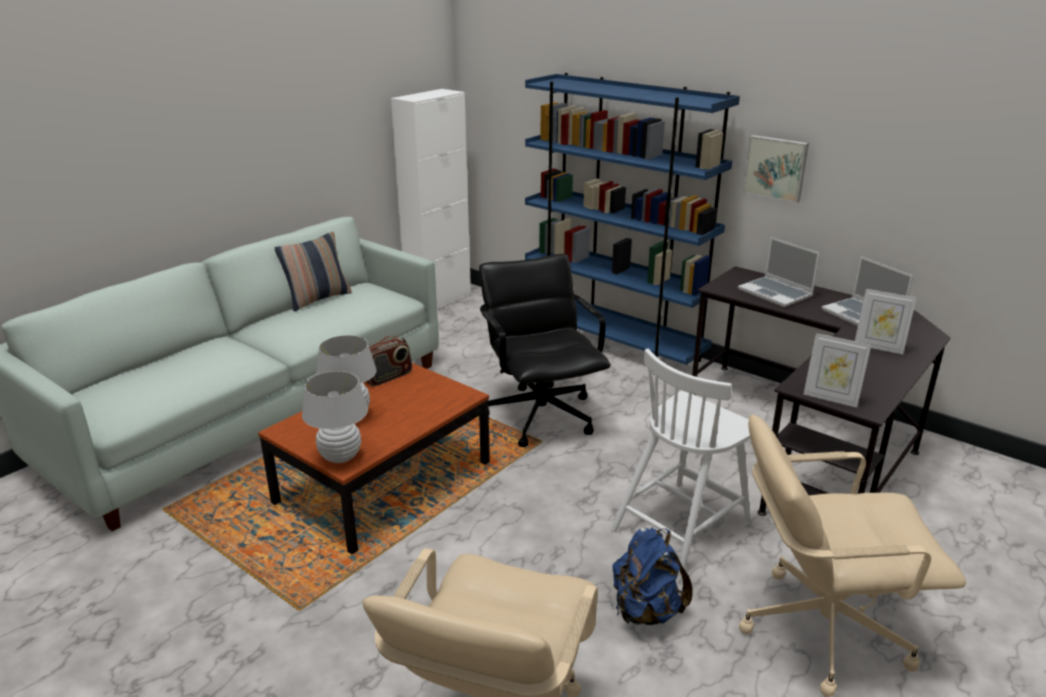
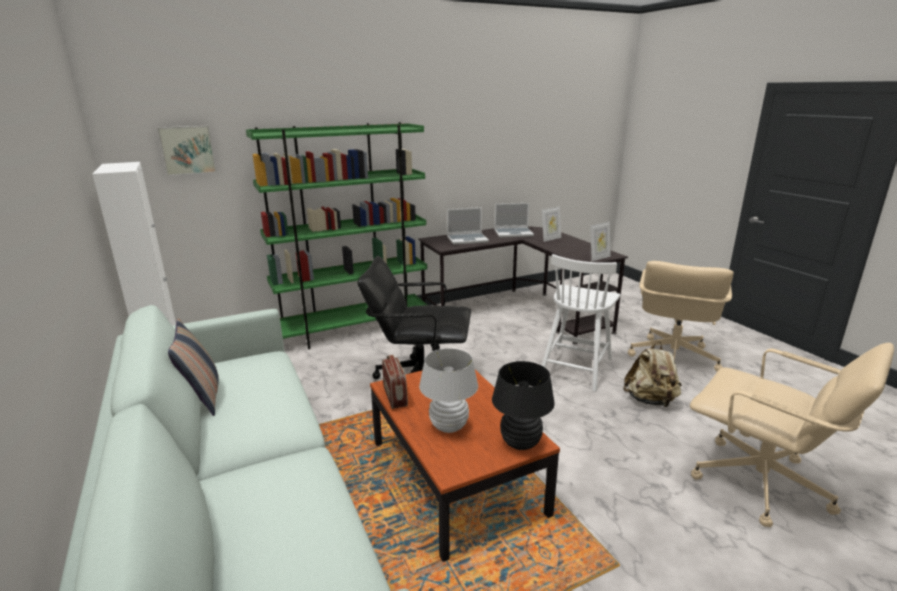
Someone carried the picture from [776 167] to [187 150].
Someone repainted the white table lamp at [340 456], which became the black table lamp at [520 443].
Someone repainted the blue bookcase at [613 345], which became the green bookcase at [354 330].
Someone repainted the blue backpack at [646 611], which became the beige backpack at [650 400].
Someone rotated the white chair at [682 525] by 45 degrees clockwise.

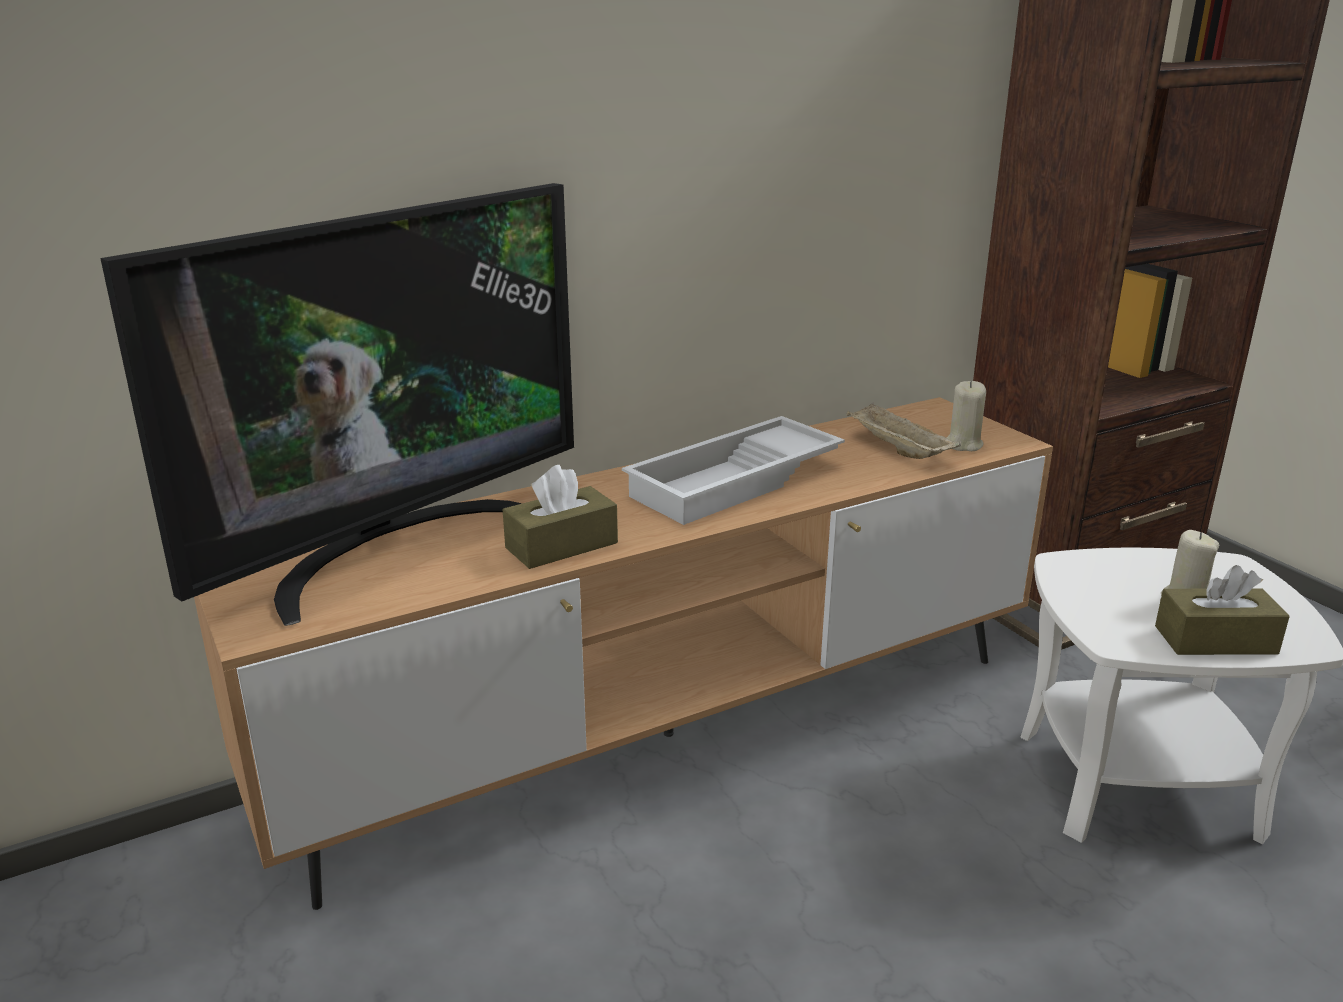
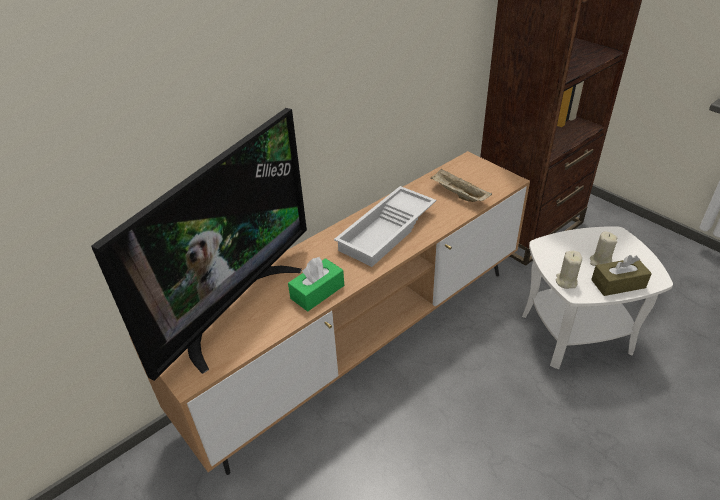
Someone carried the beige candle from [963 444] to [566 281].
Someone repainted the brown tissue box at [561 545], which became the green tissue box at [317 292].

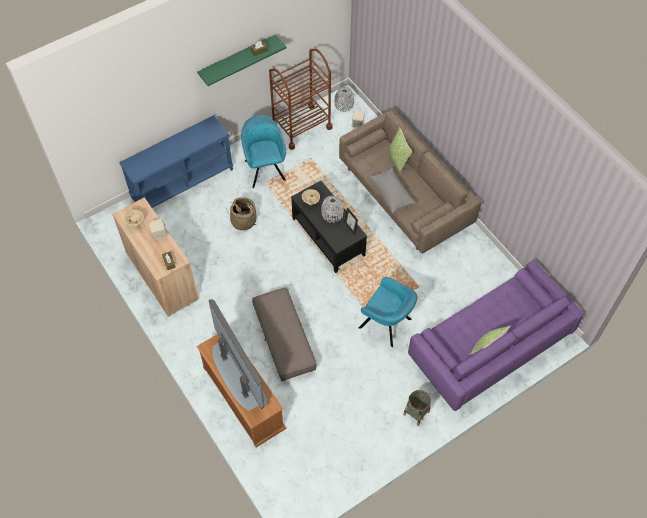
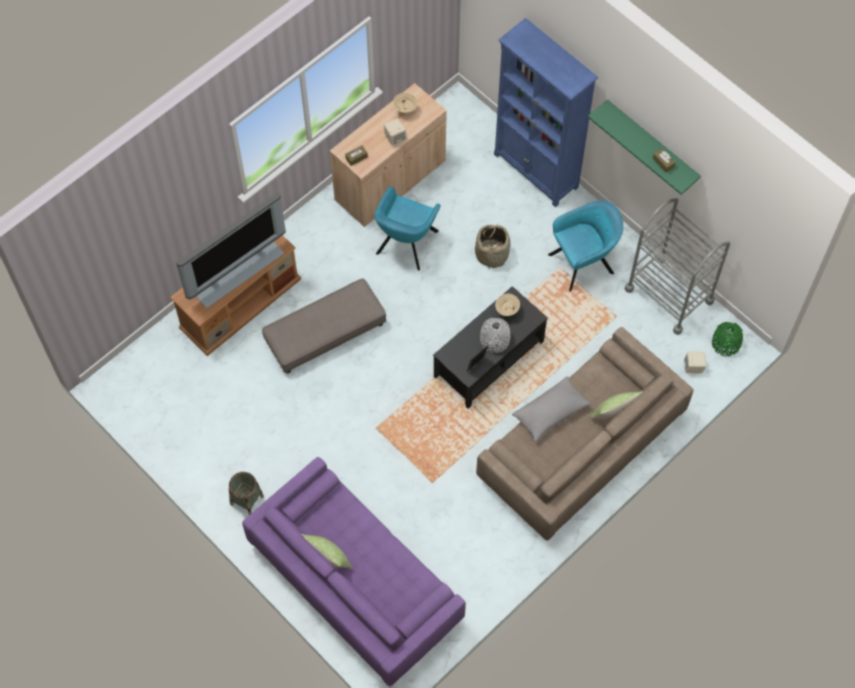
Someone carried the turquoise armchair from [387 324] to [406 244].
Someone swapped the blue console table at [182 183] for the blue bookcase at [536 171].
Someone repainted the brown cart at [301 126], which became the grey cart at [669 295].
Someone repainted the grey vase at [344 104], which became the green vase at [725 343].

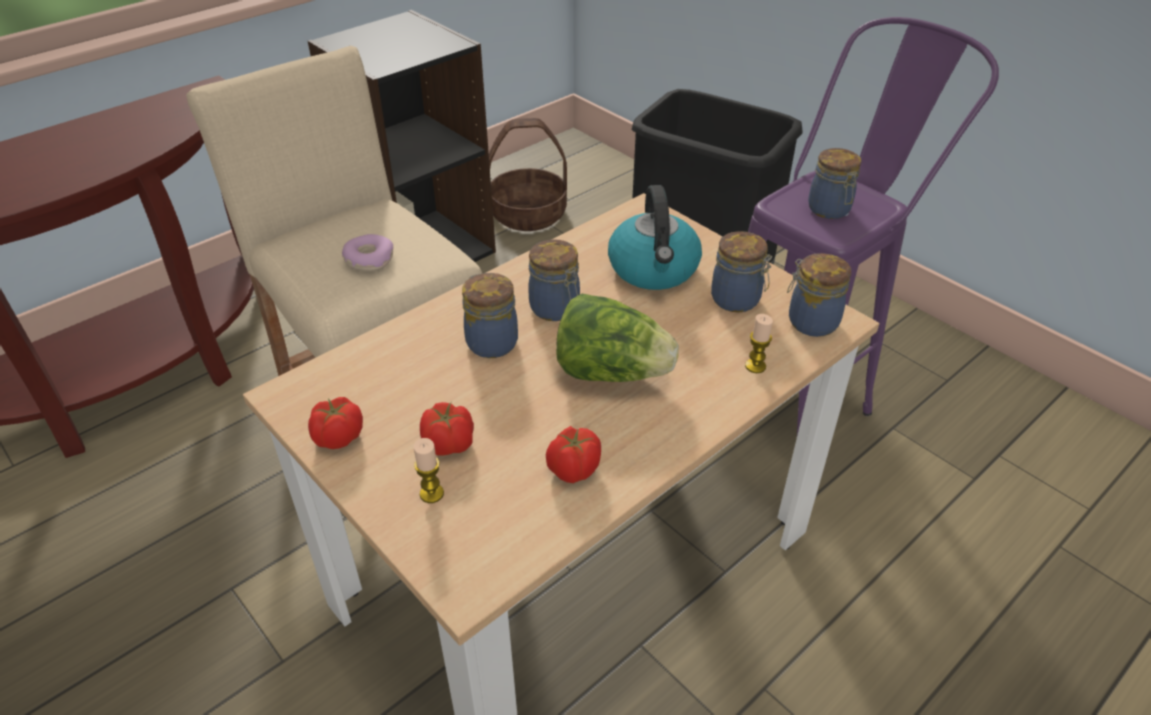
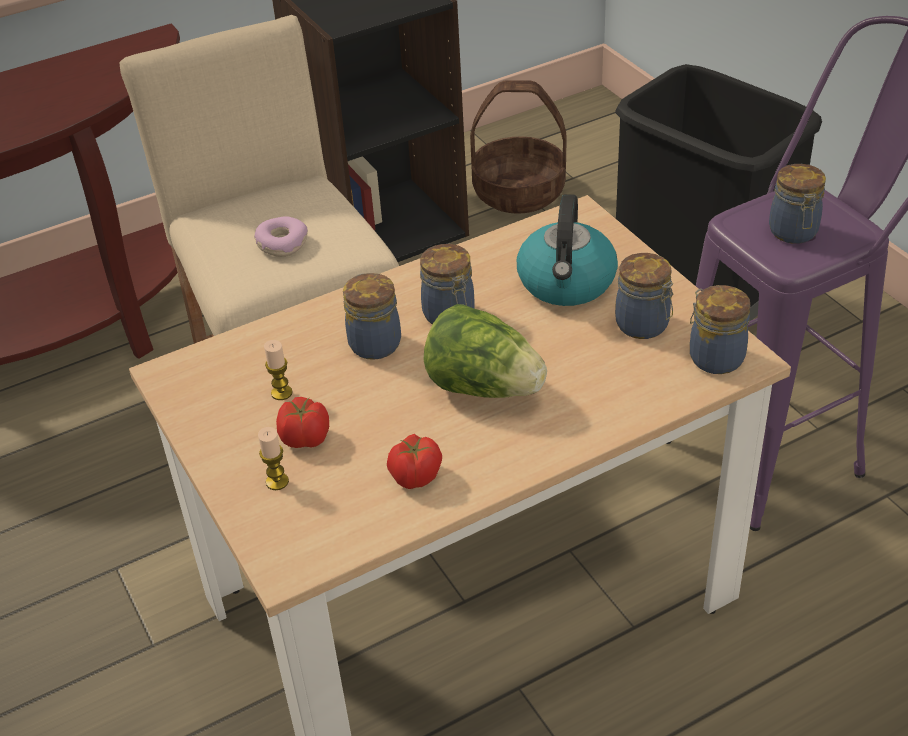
Someone took away the tomato at [338 438].
Someone carried the candle from [755 366] to [281 393].

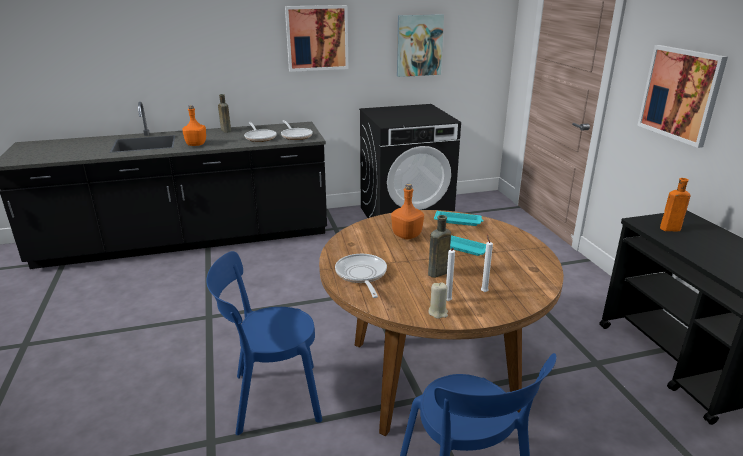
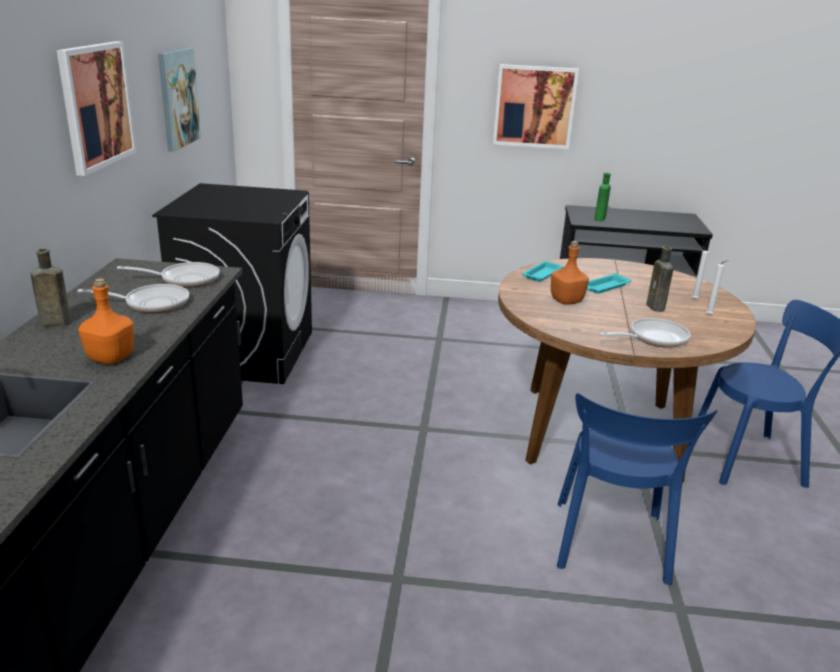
Someone took away the beige candle at [438 312].
Someone repainted the orange bottle at [668 229], which became the green bottle at [599 219].
Someone rotated the frying pan at [361 275] by 150 degrees clockwise.

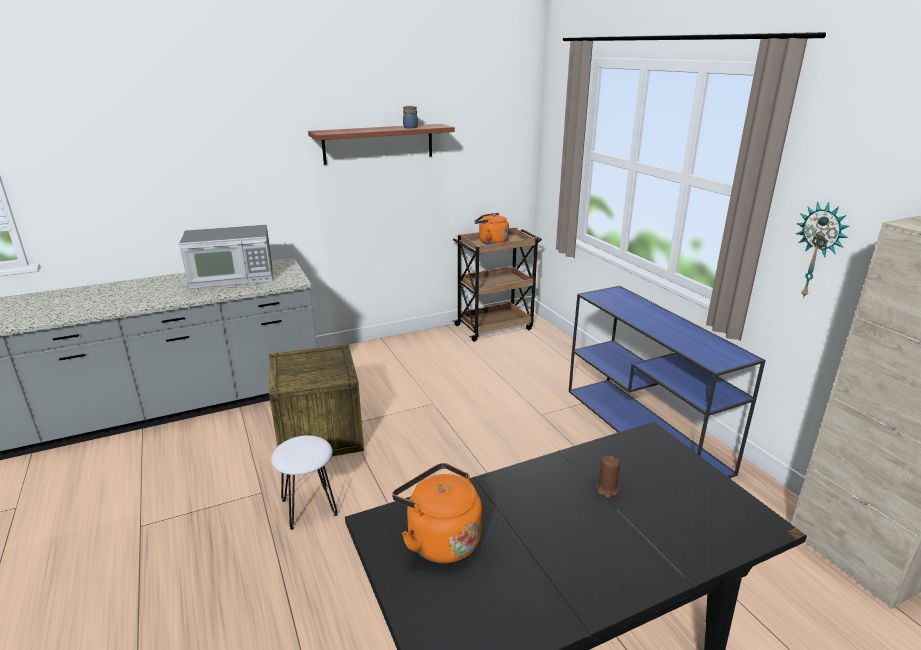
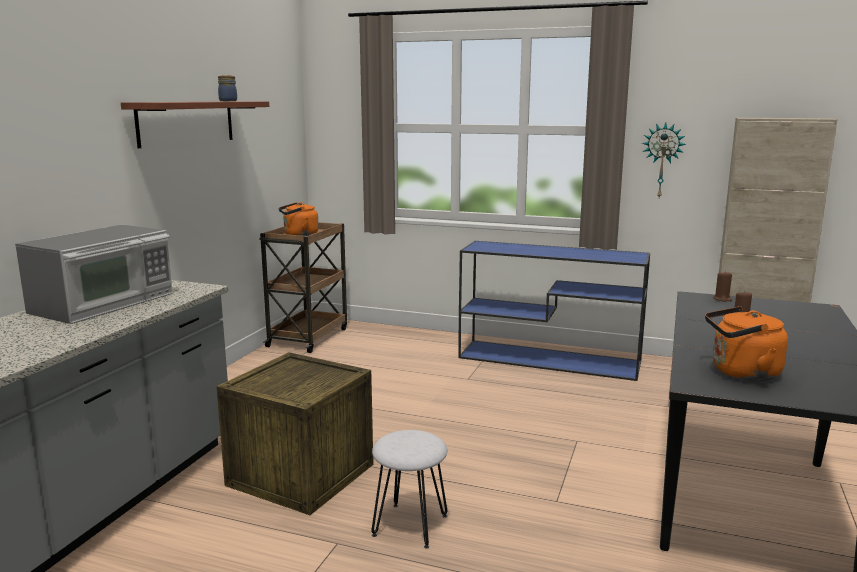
Someone put down the brown candle at [722 299].

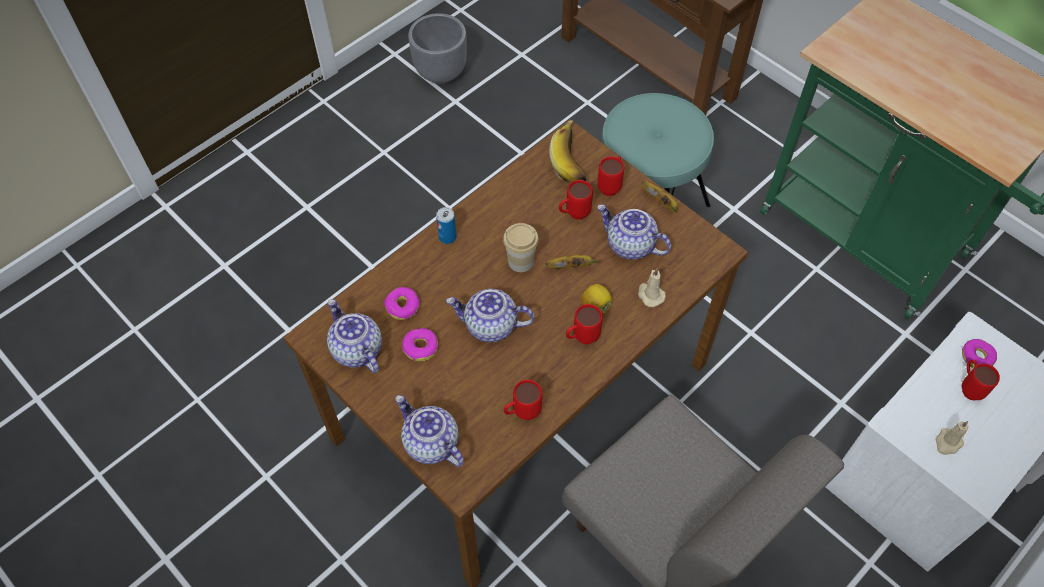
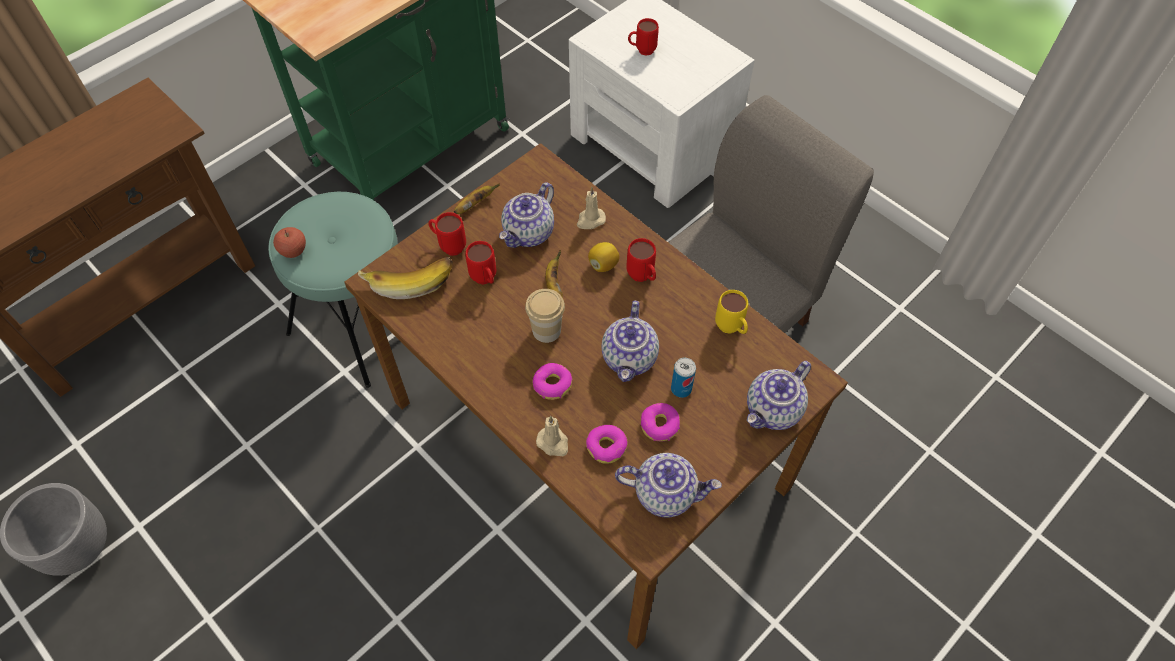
Someone put down the apple at [294 251].
Someone carried the can from [447 237] to [681 389].
Someone carried the beige candle from [947 443] to [553 443].
Someone carried the donut from [977 357] to [552 384].
Someone repainted the red mug at [522 413], which became the yellow mug at [731 329].
Someone rotated the teapot at [356 350] by 135 degrees counterclockwise.

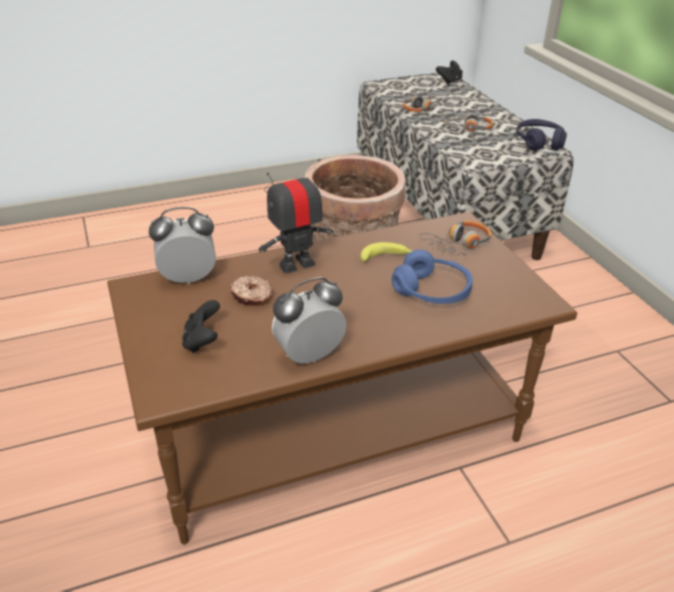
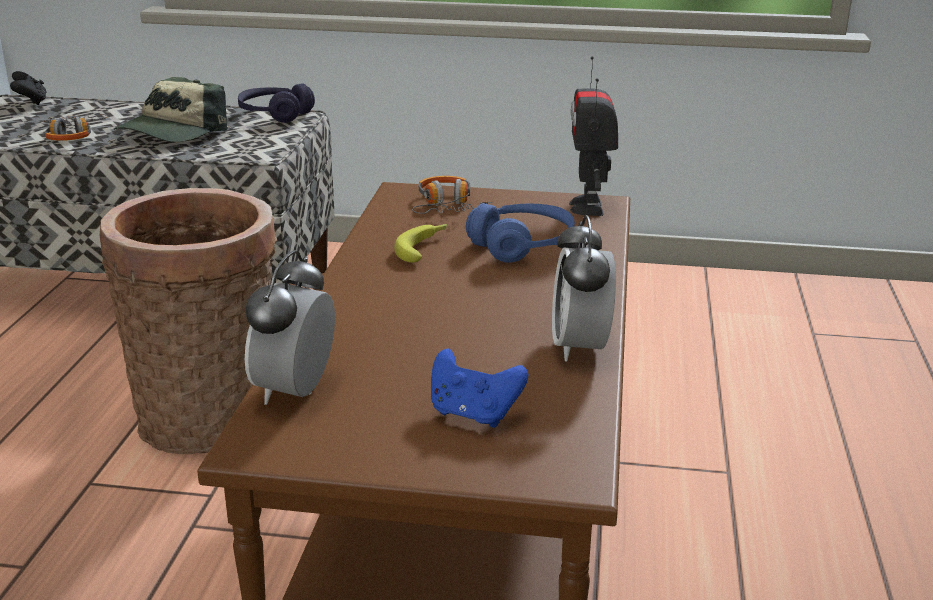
Someone took away the donut at [252 297].
Someone carried the toy robot from [296 264] to [589 207].
Someone swapped the headphones at [466 128] for the cap at [172 132].
Someone repainted the black game controller at [202 341], which became the blue game controller at [473 414].

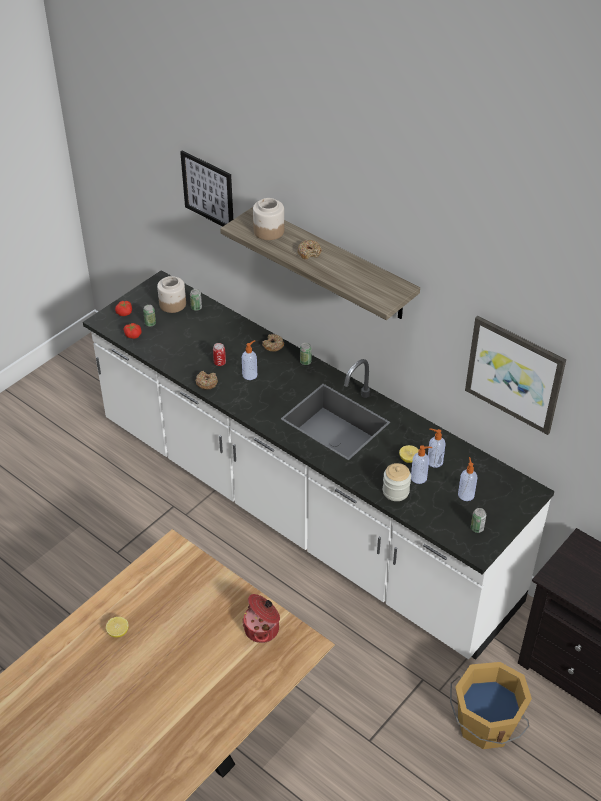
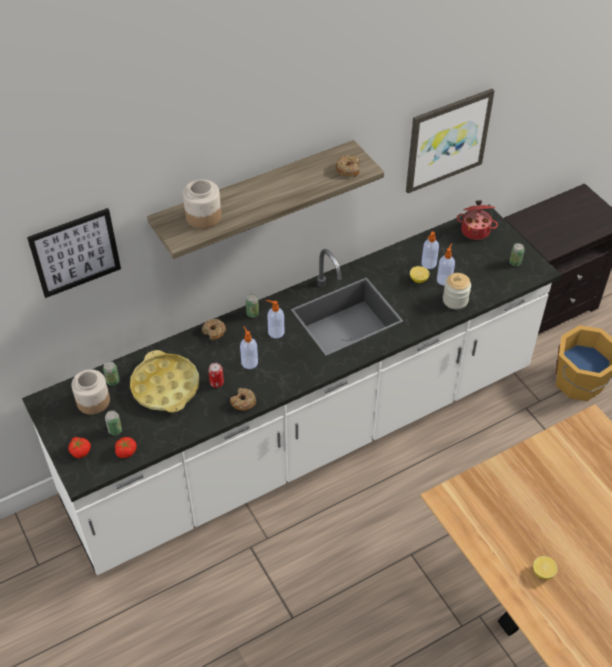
Someone put down the yellow tray at [165 386].
Someone carried the cooking pot from [263 629] to [475 230].
Someone carried the donut from [309 253] to [348 170].
Someone carried the soap dispenser from [466 494] to [275 332].

